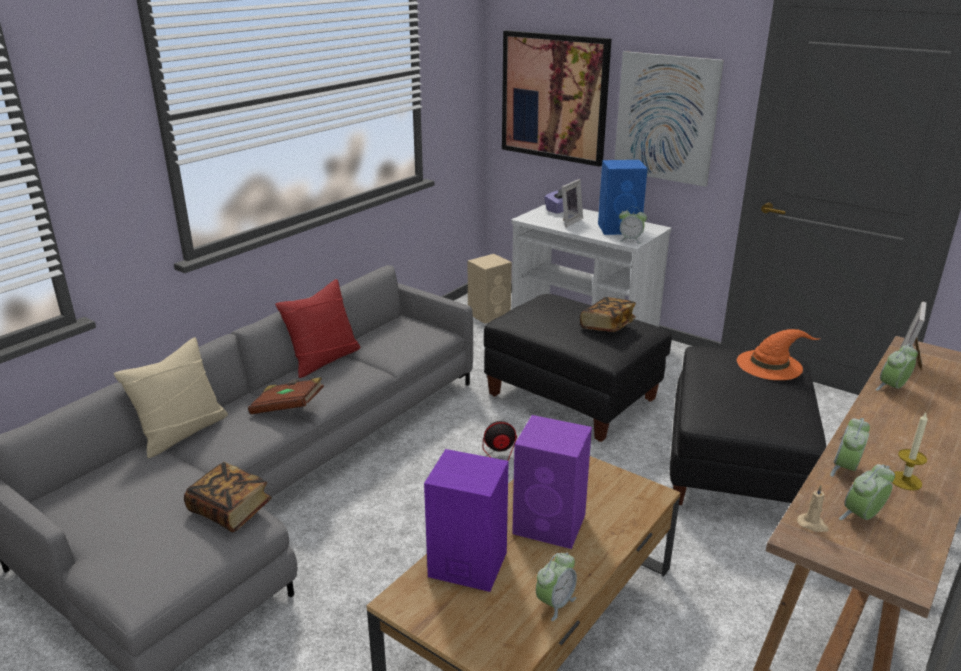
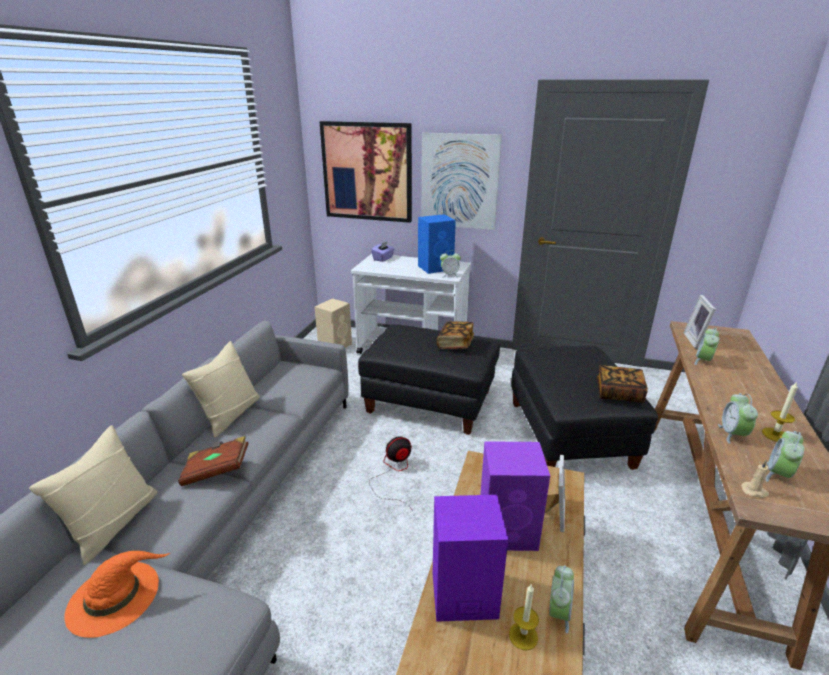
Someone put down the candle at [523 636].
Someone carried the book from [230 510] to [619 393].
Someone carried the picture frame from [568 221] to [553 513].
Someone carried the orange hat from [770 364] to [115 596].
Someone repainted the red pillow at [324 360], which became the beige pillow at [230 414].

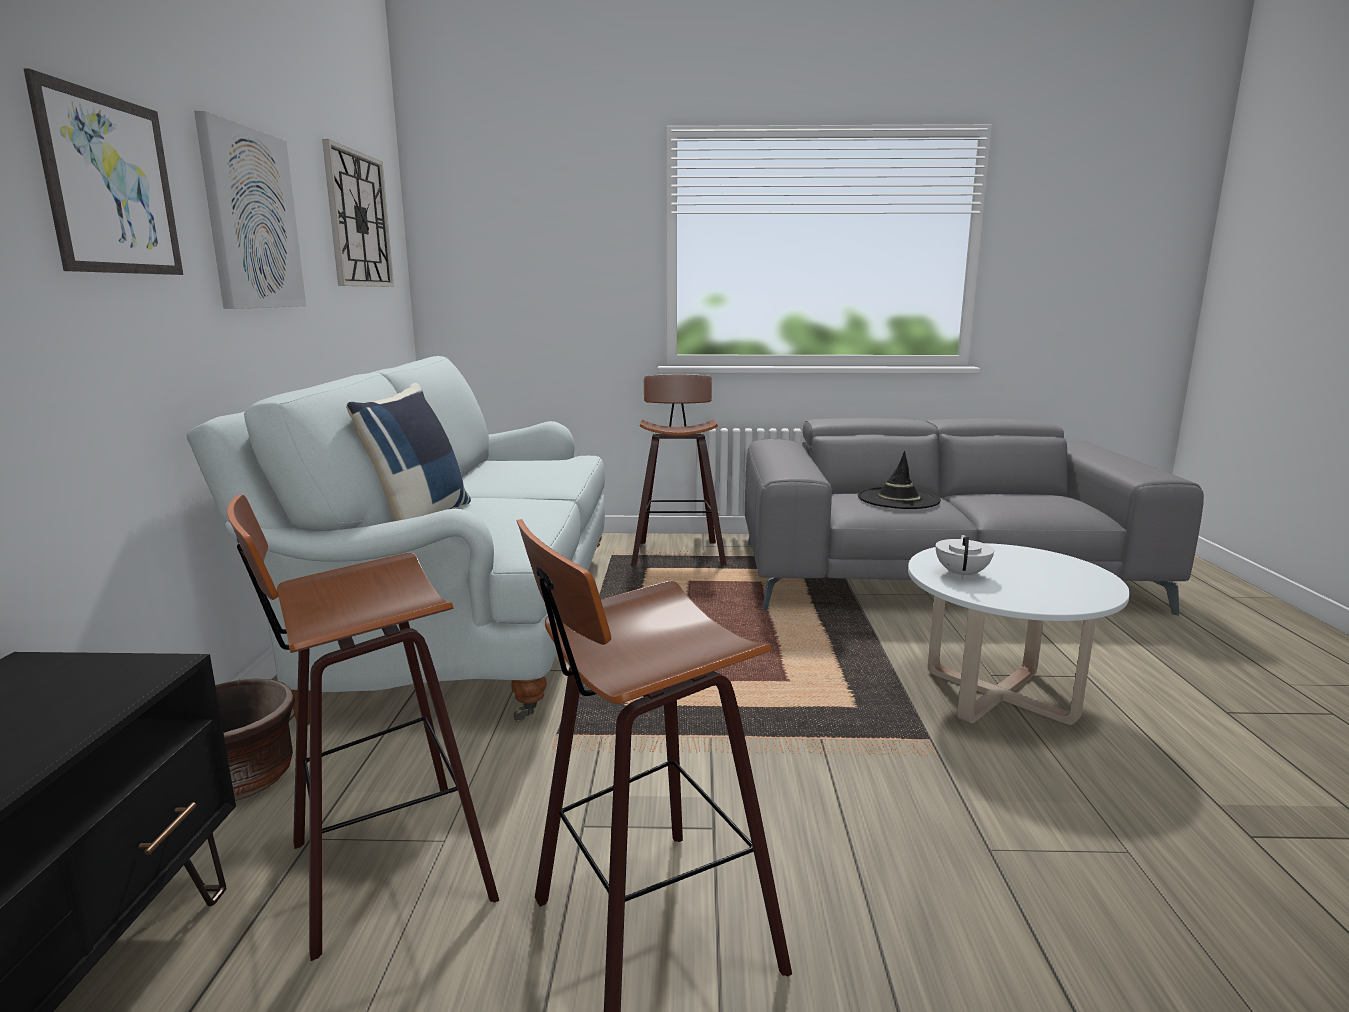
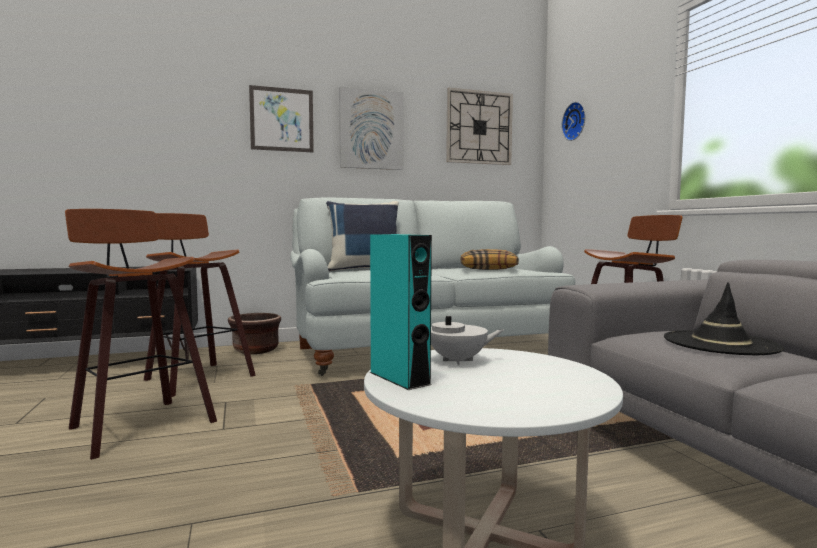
Someone put down the turquoise speaker at [399 378].
Someone put down the pillow at [489 268].
Someone put up the wall clock at [575 121].

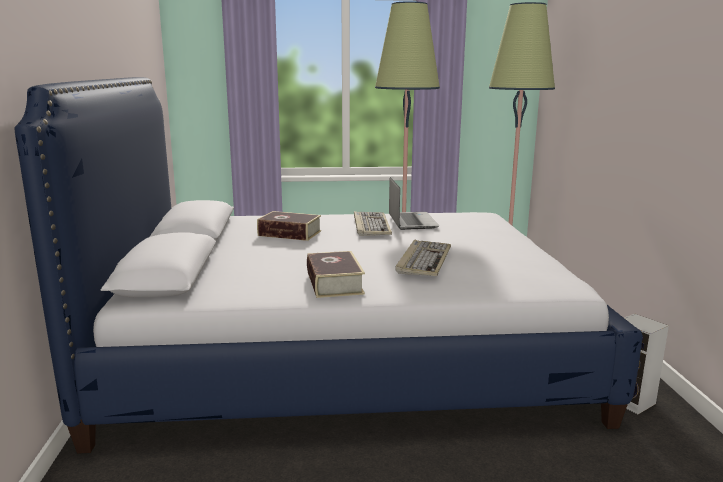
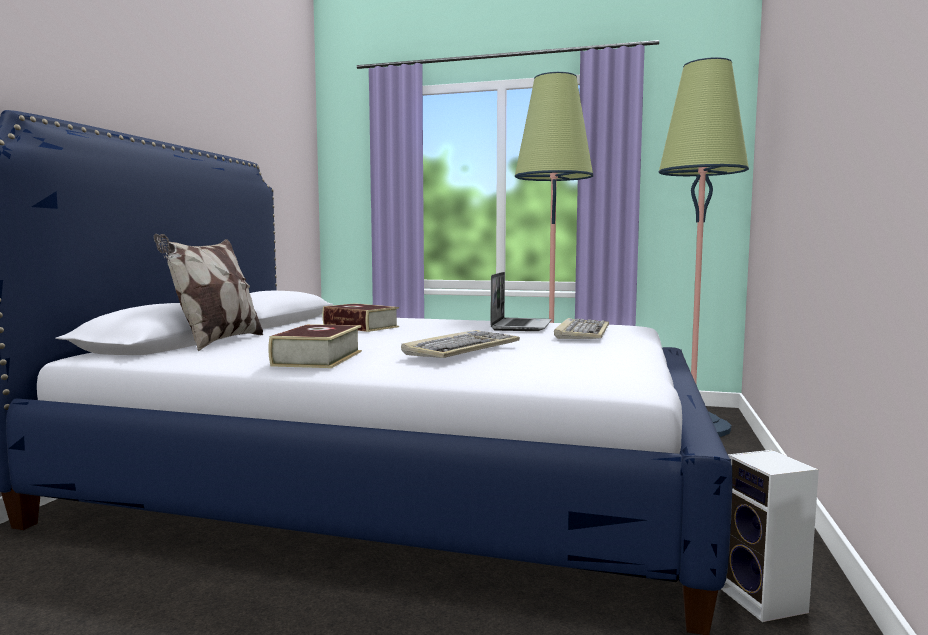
Someone put down the pillow at [216 342].
Someone carried the keyboard from [370 226] to [582 333].

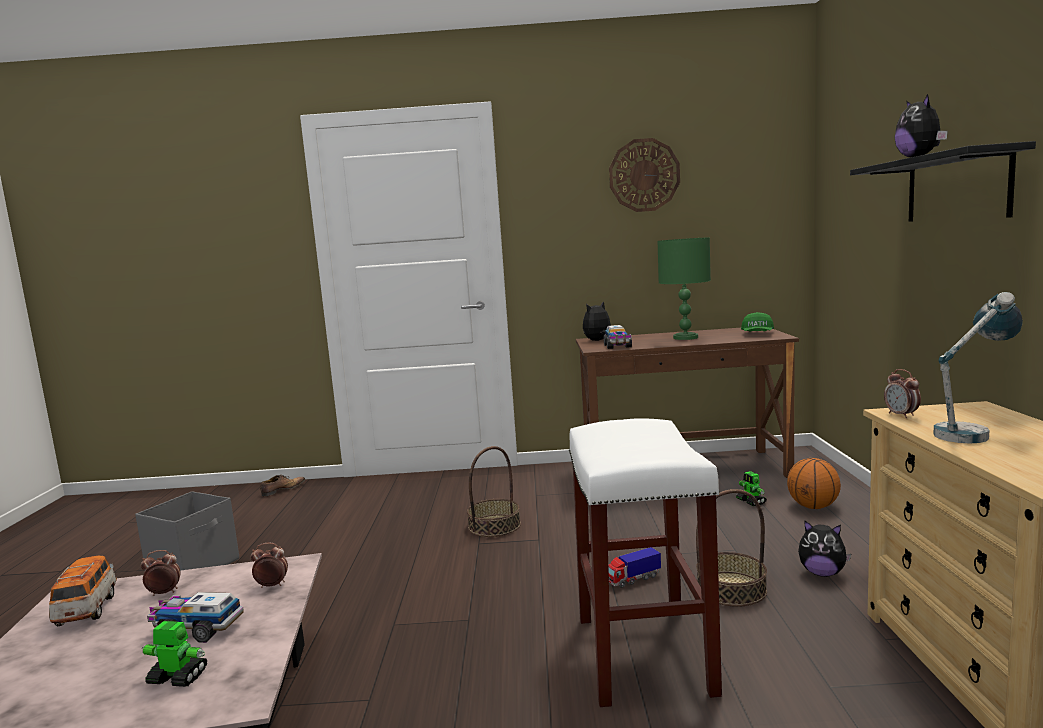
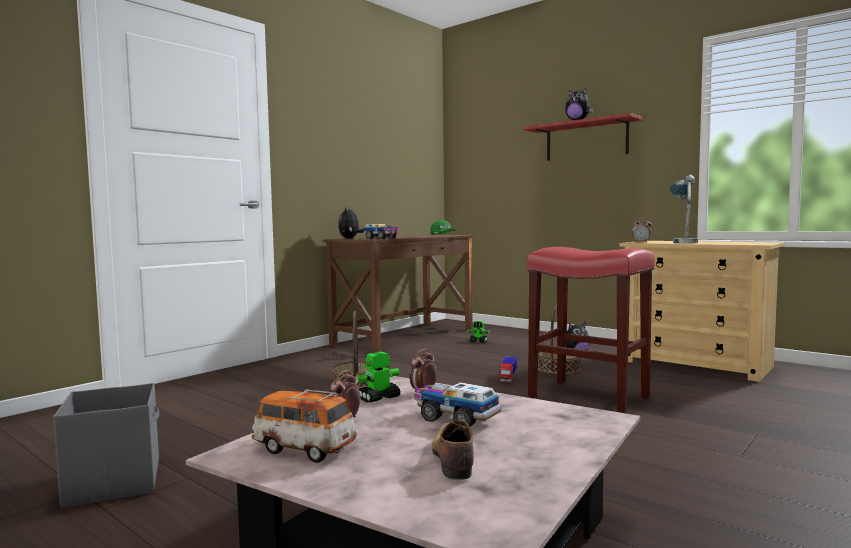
Someone took away the wall clock at [644 175].
Someone took away the green table lamp at [685 337].
Someone took away the basketball at [813 506].
Someone carried the toy robot from [177 677] to [378 398].
Someone carried the shoe from [282 490] to [452 459].
Someone repainted the white stool at [645 655], which became the red stool at [590 397].
Someone repainted the black shelf at [956 187], which became the red shelf at [586 140].
Someone rotated the toy truck at [196 629] by 75 degrees clockwise.

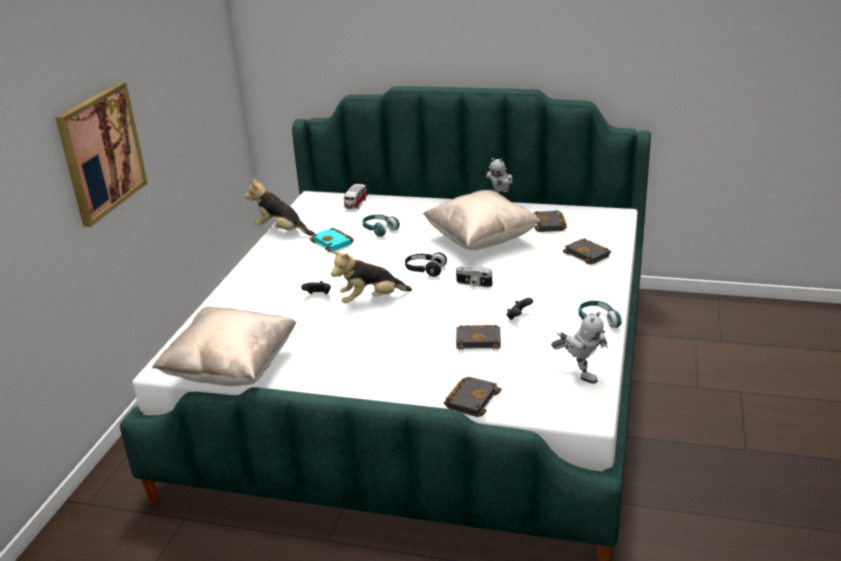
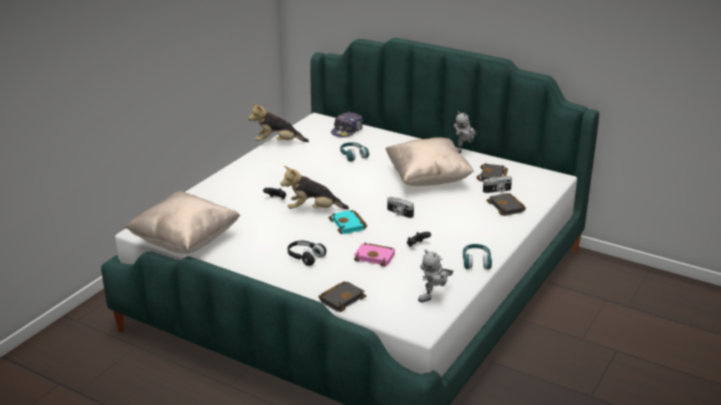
Someone took away the picture at [101 152].
Someone put down the photo camera at [497 191].
Someone carried the turquoise book from [334 243] to [349 225].
Someone carried the black headphones from [425 270] to [305 257].
Someone swapped the toy car at [355 204] for the cap at [347 130].
Someone repainted the black book at [479 340], which became the pink book at [376 257].
Someone rotated the plush toy at [281 231] by 45 degrees counterclockwise.
Someone rotated the toy robot at [579 373] by 75 degrees clockwise.

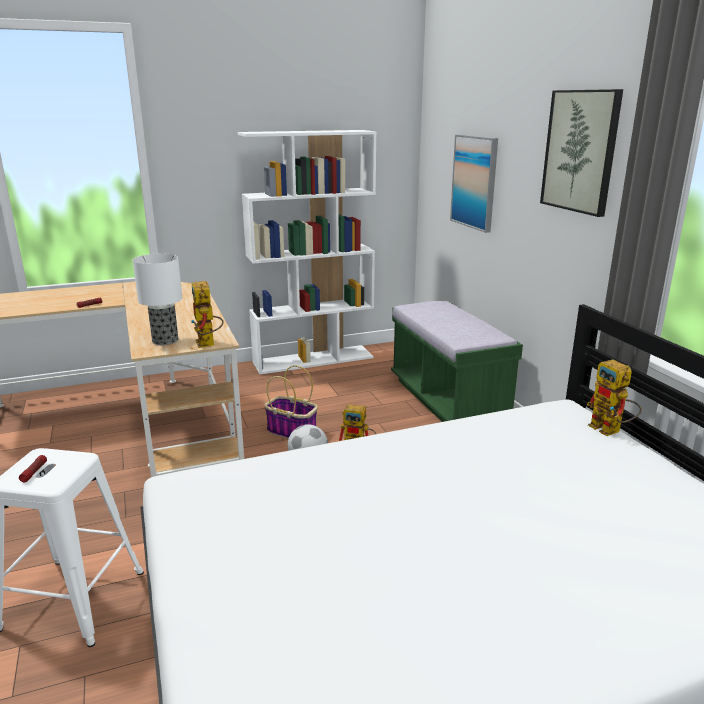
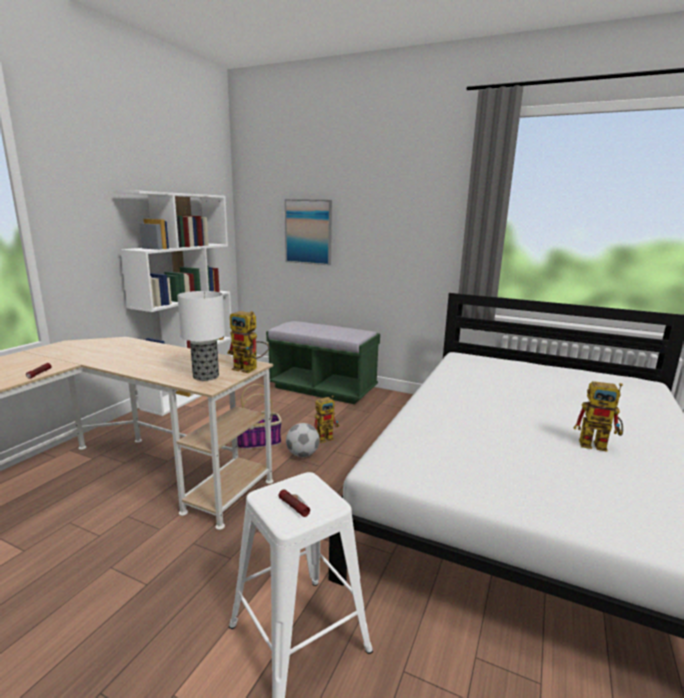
Someone took away the picture at [580 151].
Someone carried the toy robot from [611 431] to [599 445].

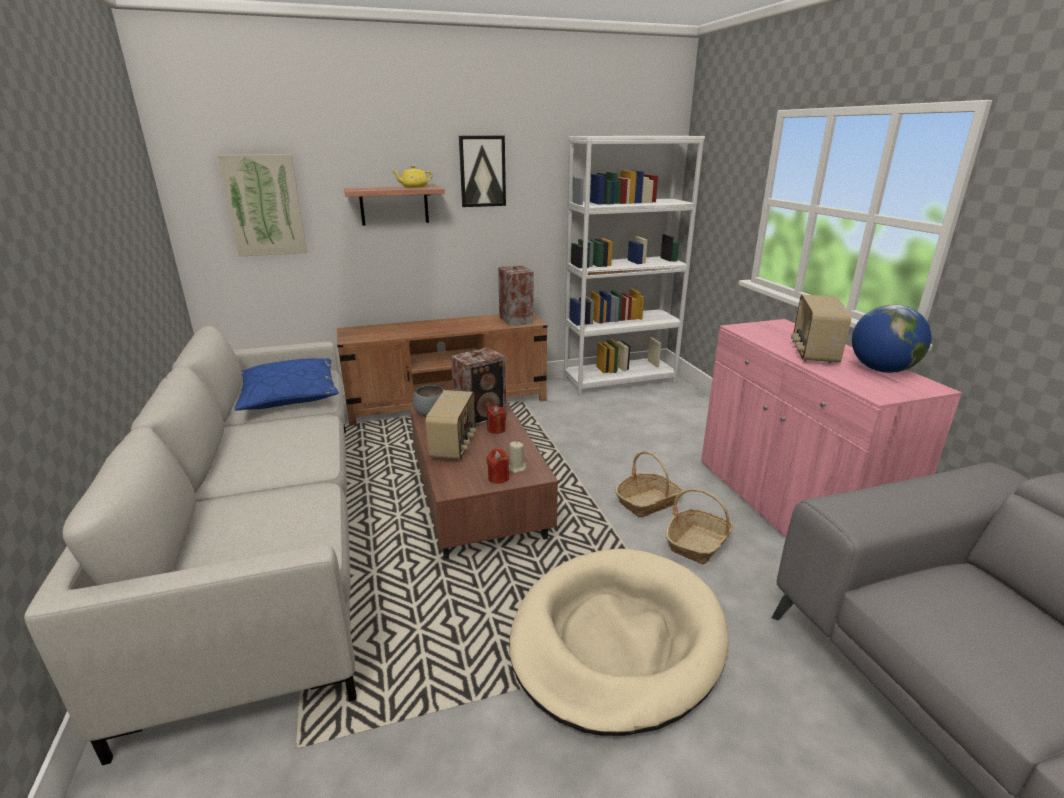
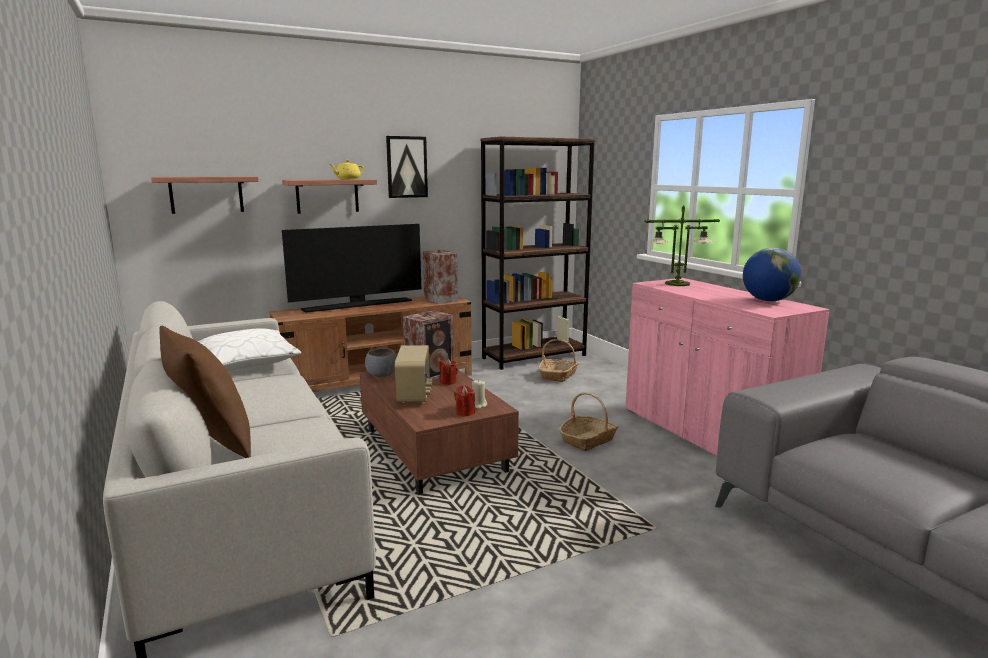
Someone took away the beige dog bed at [616 640].
Someone took away the radio at [813 353].
Someone put down the brown pillow at [211 444].
Someone put down the television at [358 305].
Someone put down the table lamp at [678 284].
Someone carried the basket from [698 543] to [558 375].
Someone swapped the picture at [265 205] for the shelf at [206 194].
Someone repainted the blue pillow at [290 395], which became the white pillow at [246 361].
Someone repainted the white bookcase at [619 381], which became the brown bookcase at [534 357].

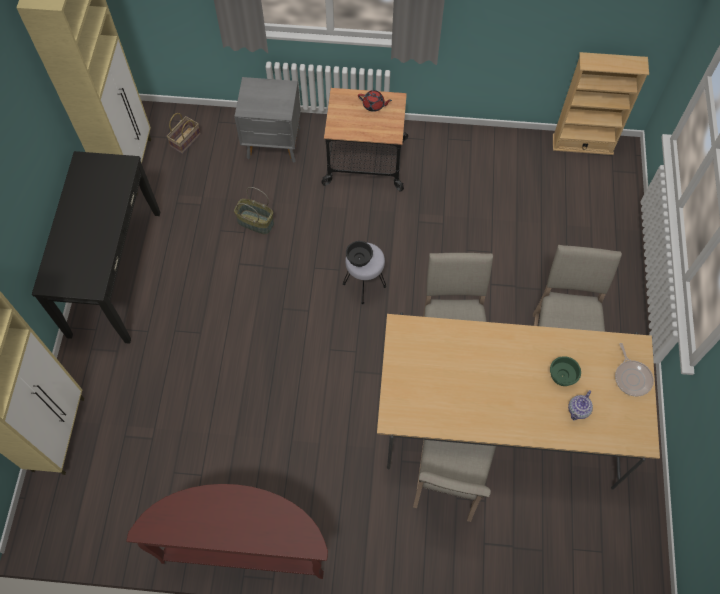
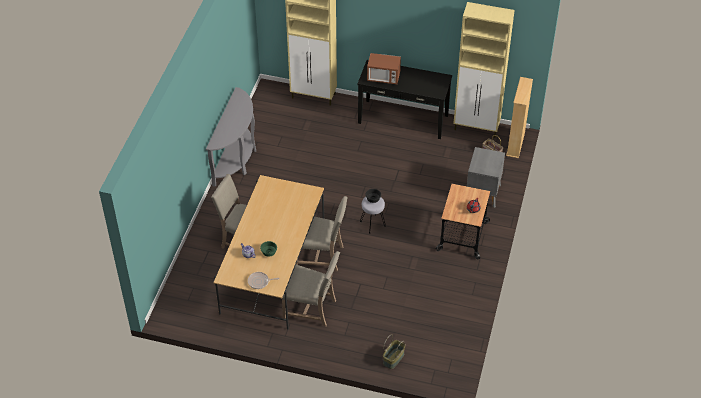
Someone put down the microwave at [383 77].
Someone carried the basket from [255 223] to [393 358].
Someone carried the beige bookcase from [582 144] to [515 144].
Someone repainted the brown console table at [245 546], which became the grey console table at [236 159].

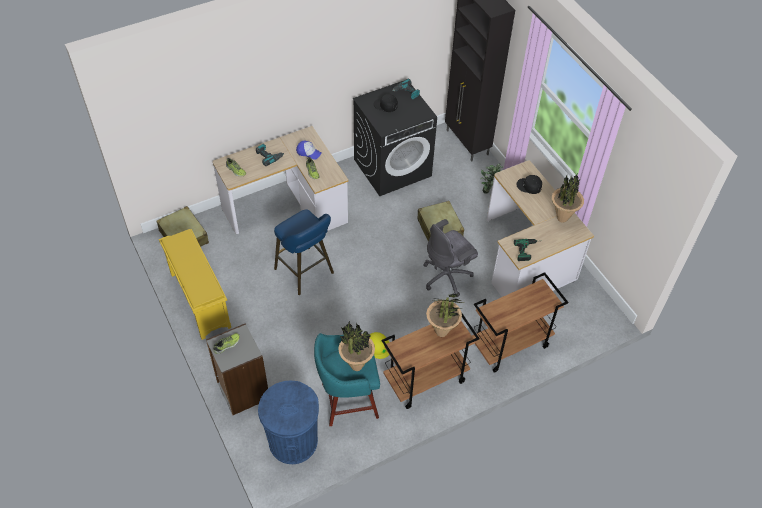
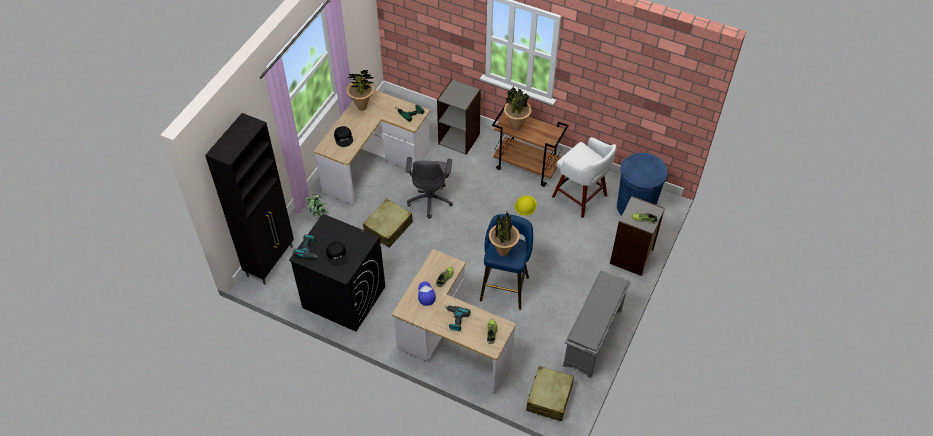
Someone carried the potted plant from [356 366] to [503 252].
Someone swapped the brown cart at [510 345] for the grey bookcase at [459 138].
Someone repainted the yellow shoe rack at [199 299], which became the grey shoe rack at [593 338].
Someone repainted the turquoise stool at [347 400], which became the white stool at [581 197].
Someone rotated the grey office chair at [447 276] by 75 degrees clockwise.

